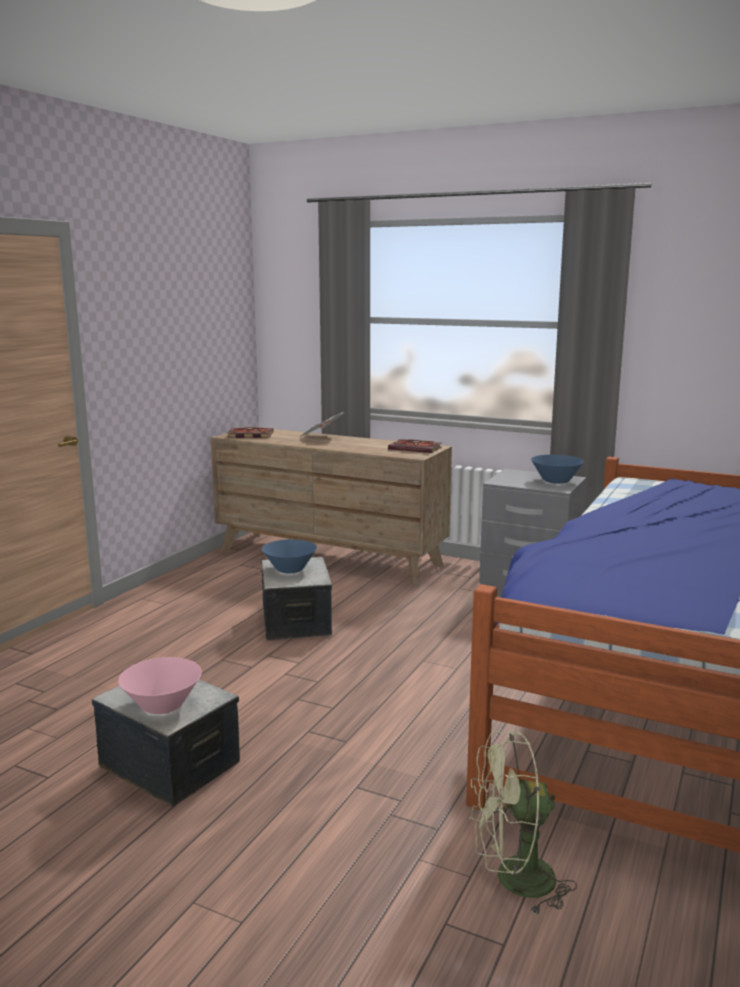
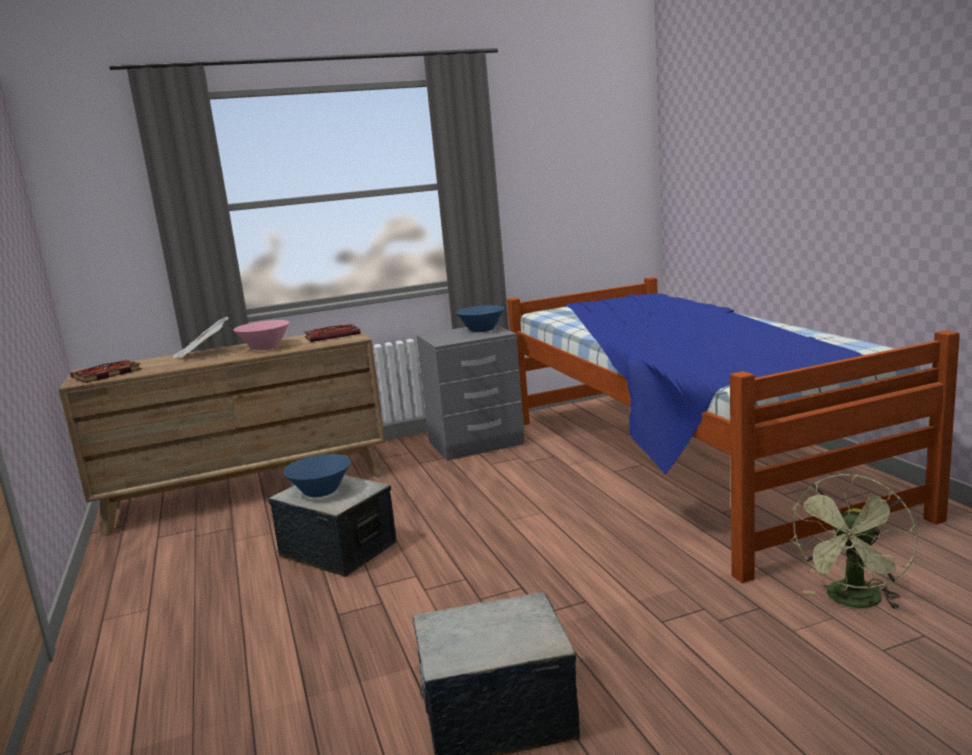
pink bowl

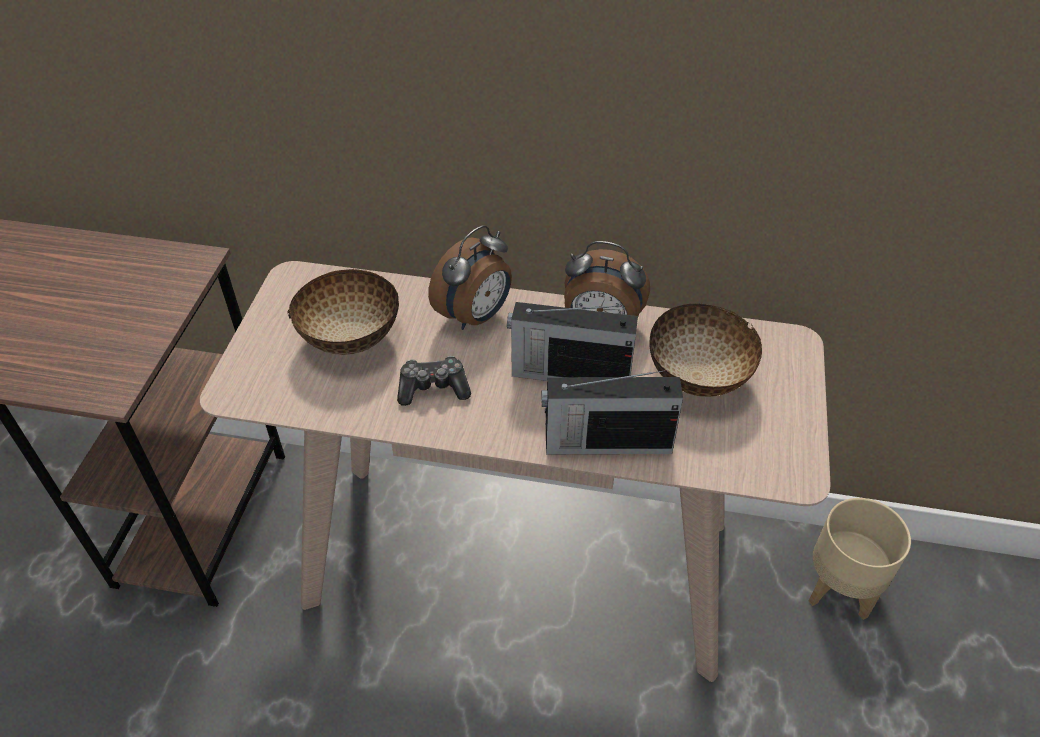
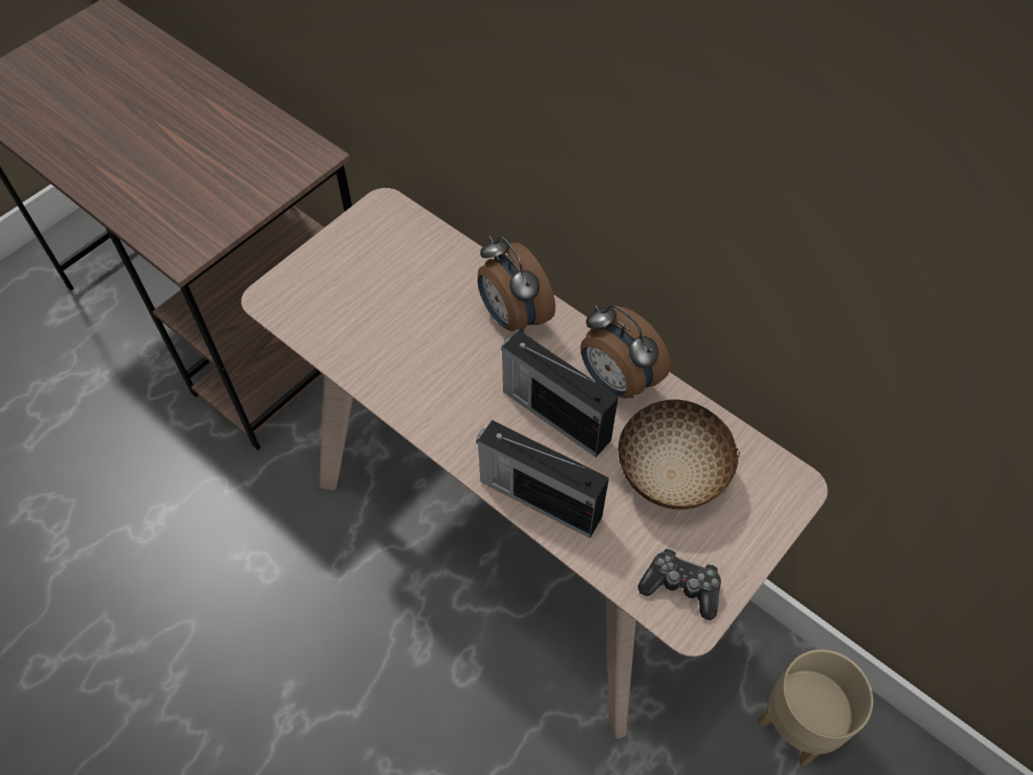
bowl (1st from left in the first image)
game controller
alarm clock (1st from left)

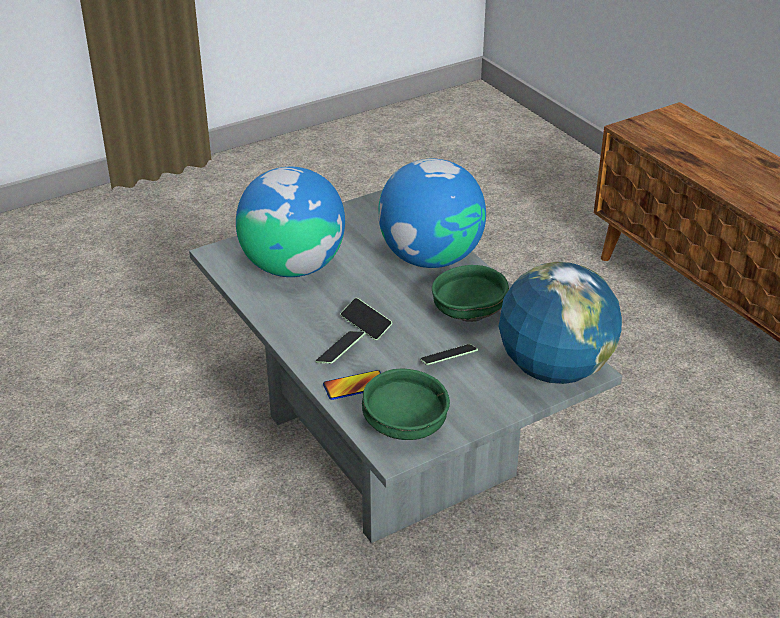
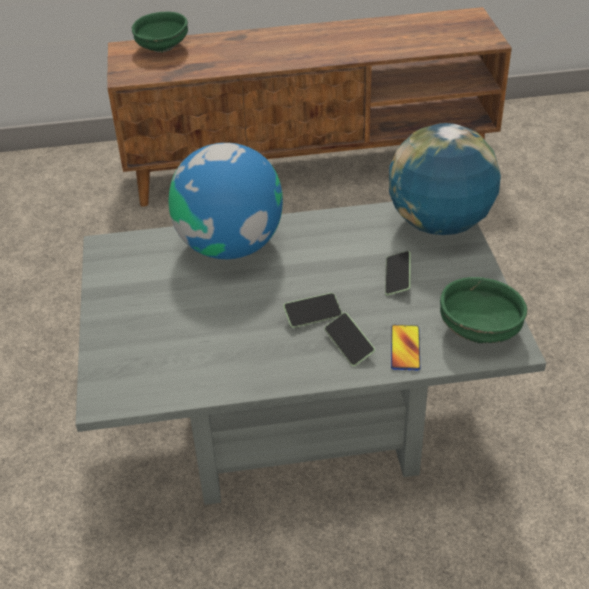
globe (1st from left in the first image)
green bowl (1st from left)

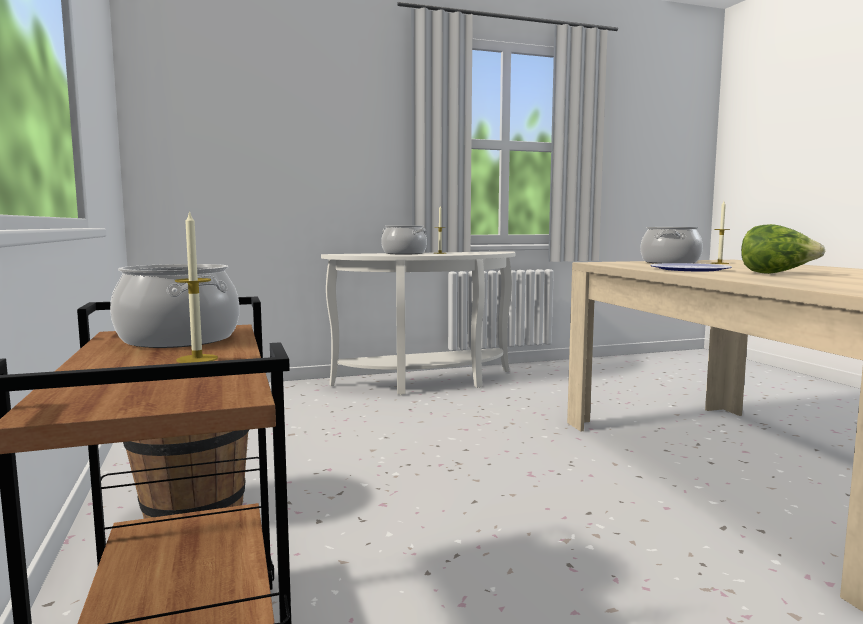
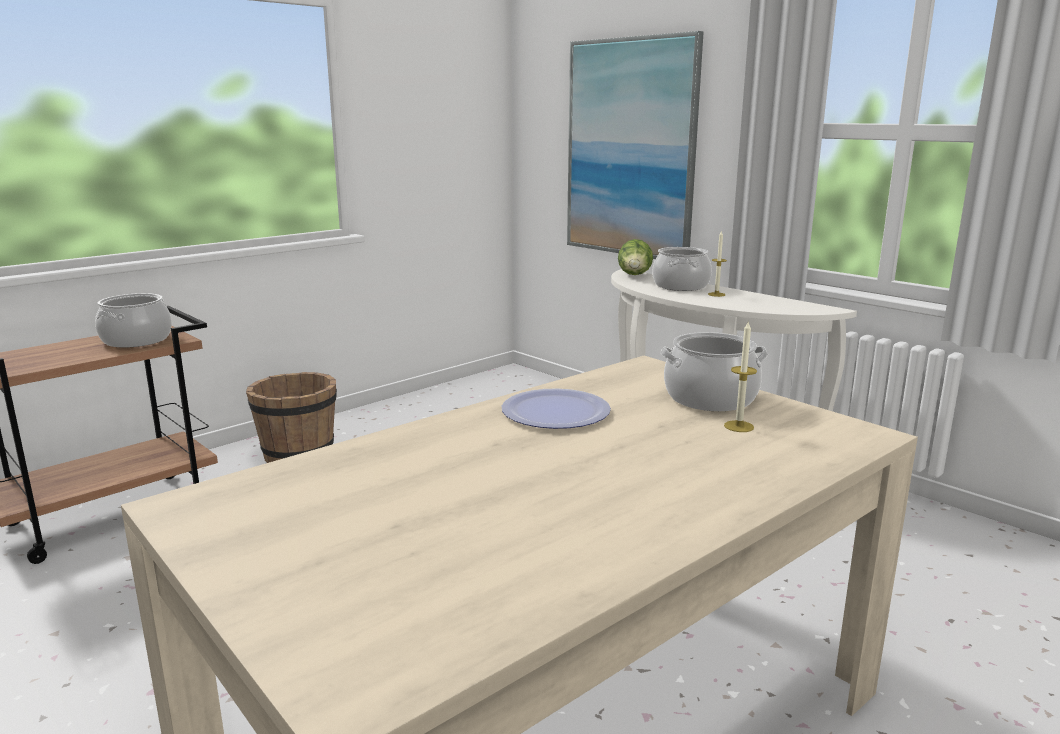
candle (1st from left in the first image)
lettuce
picture

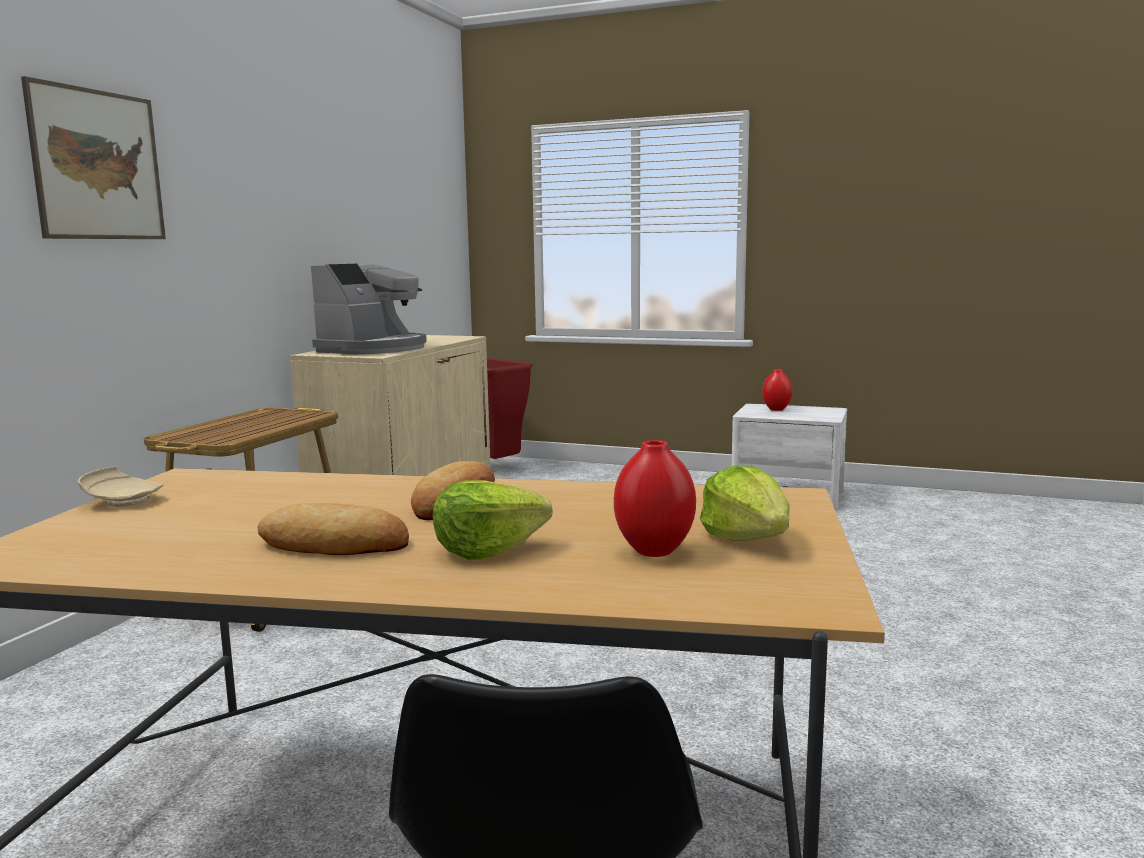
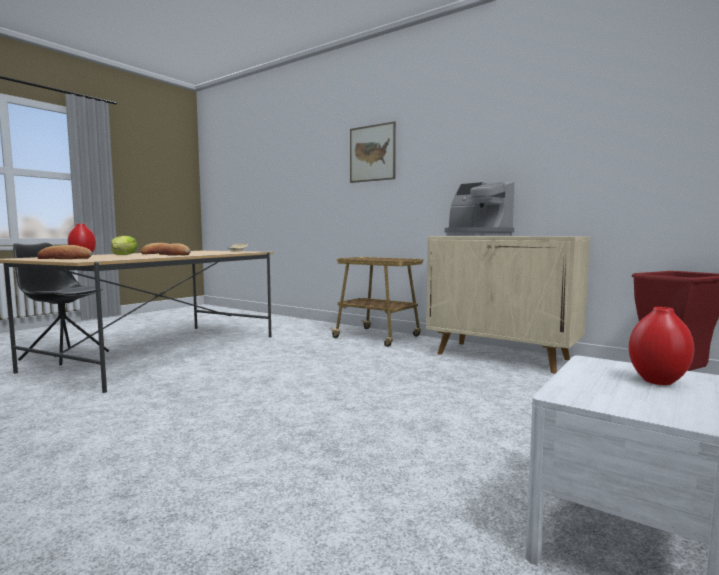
bread (1st from left)

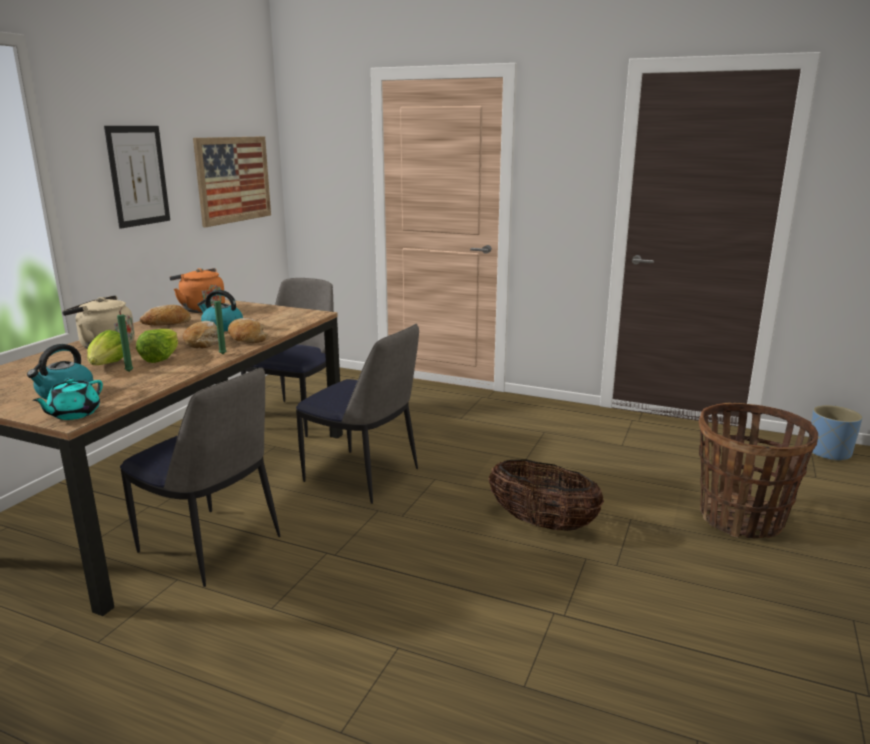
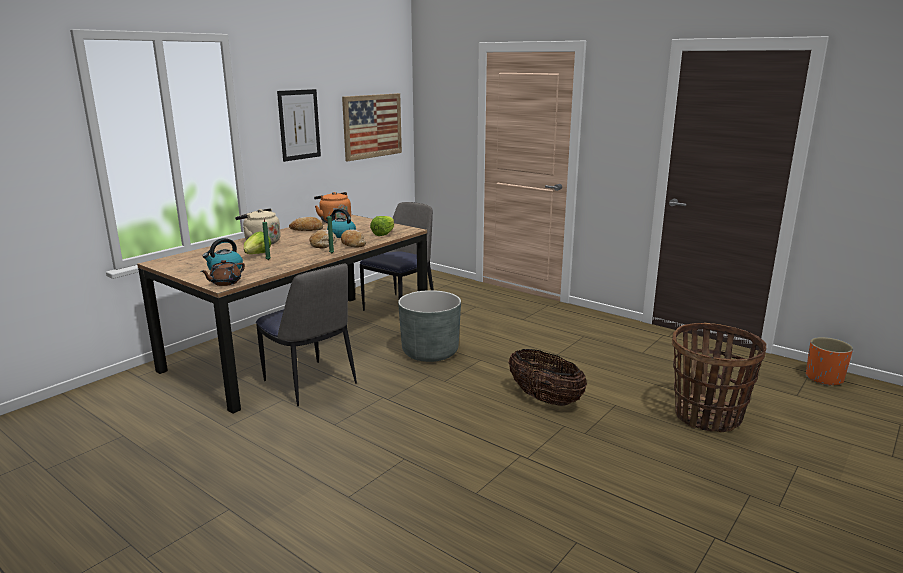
brown teapot
lettuce (2nd from left)
grey planter
orange planter

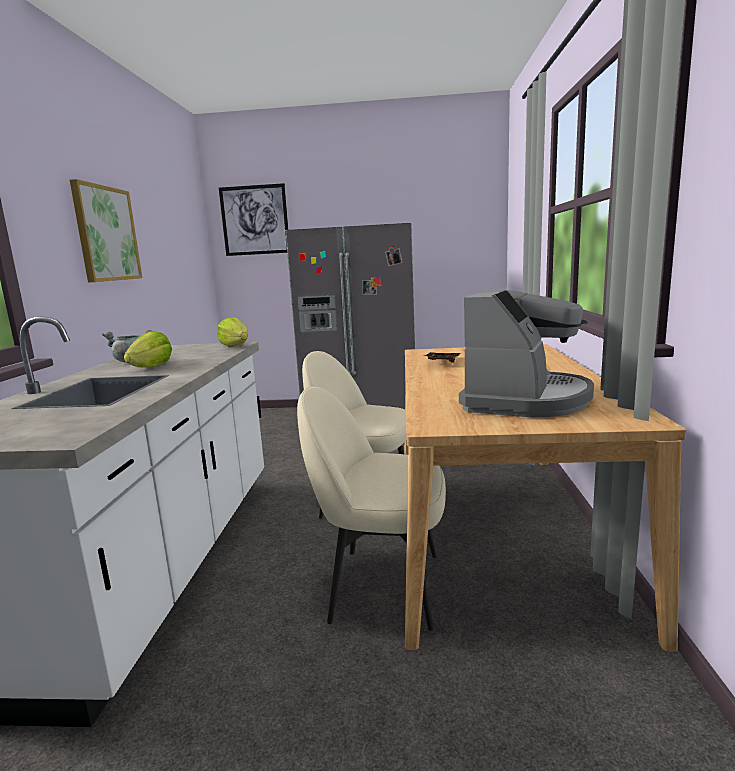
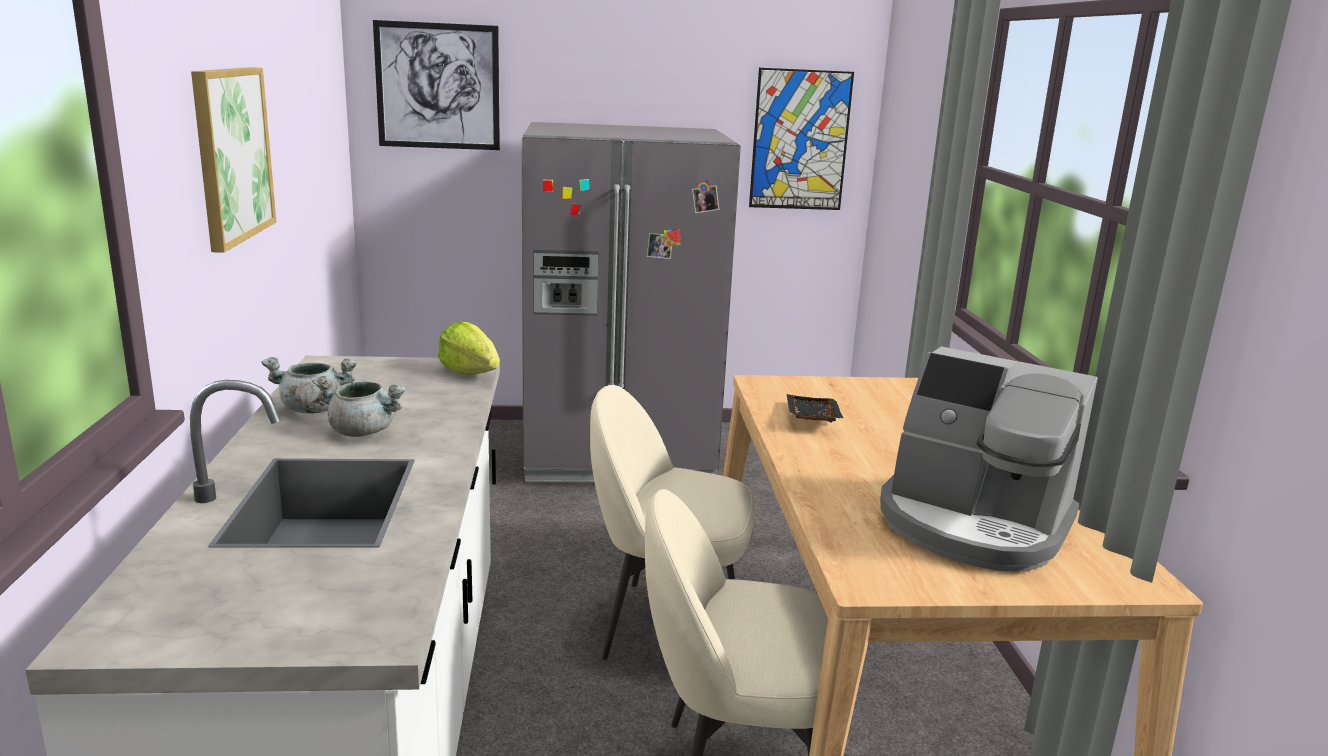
grey cooking pot (2nd from left)
coffee machine
picture (3rd from left)

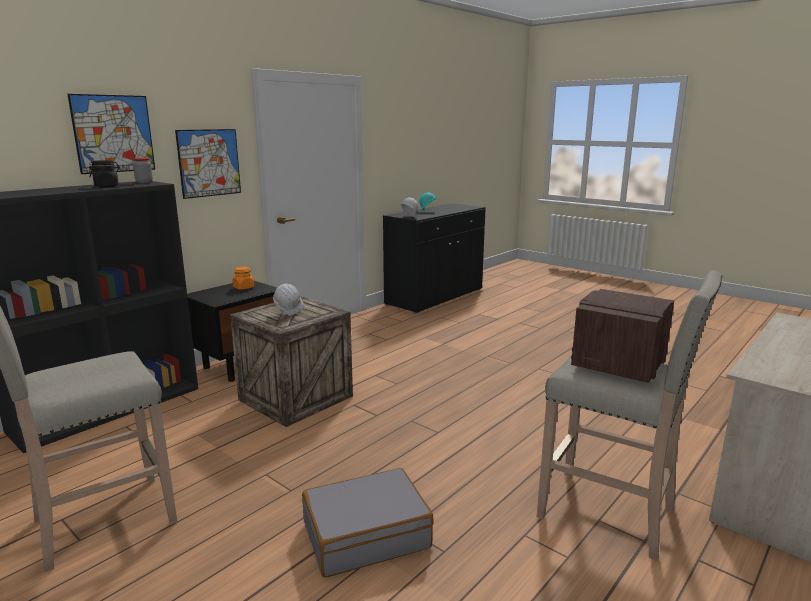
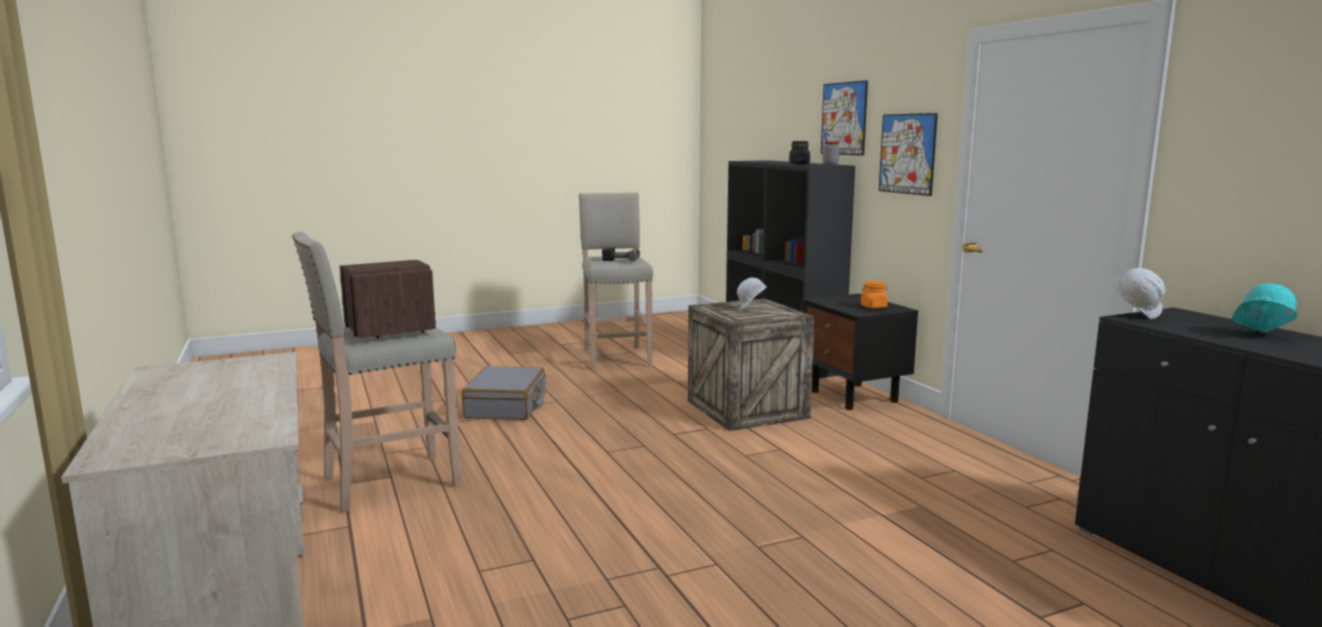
power drill

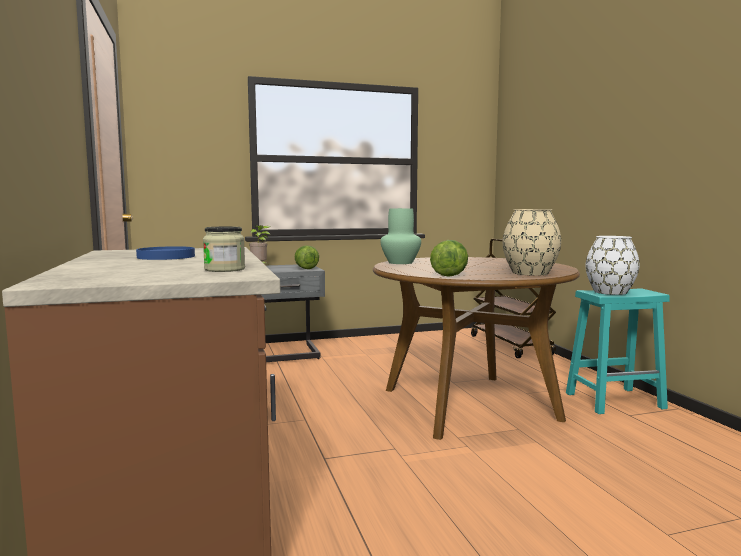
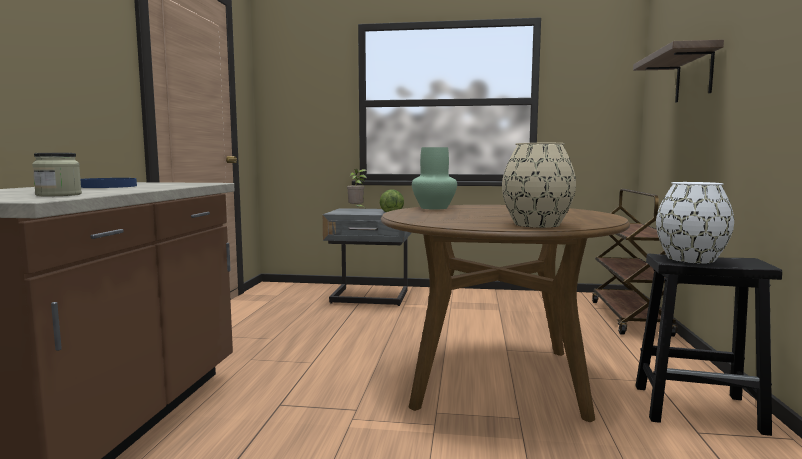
lettuce (2nd from left in the first image)
black stool
shelf

